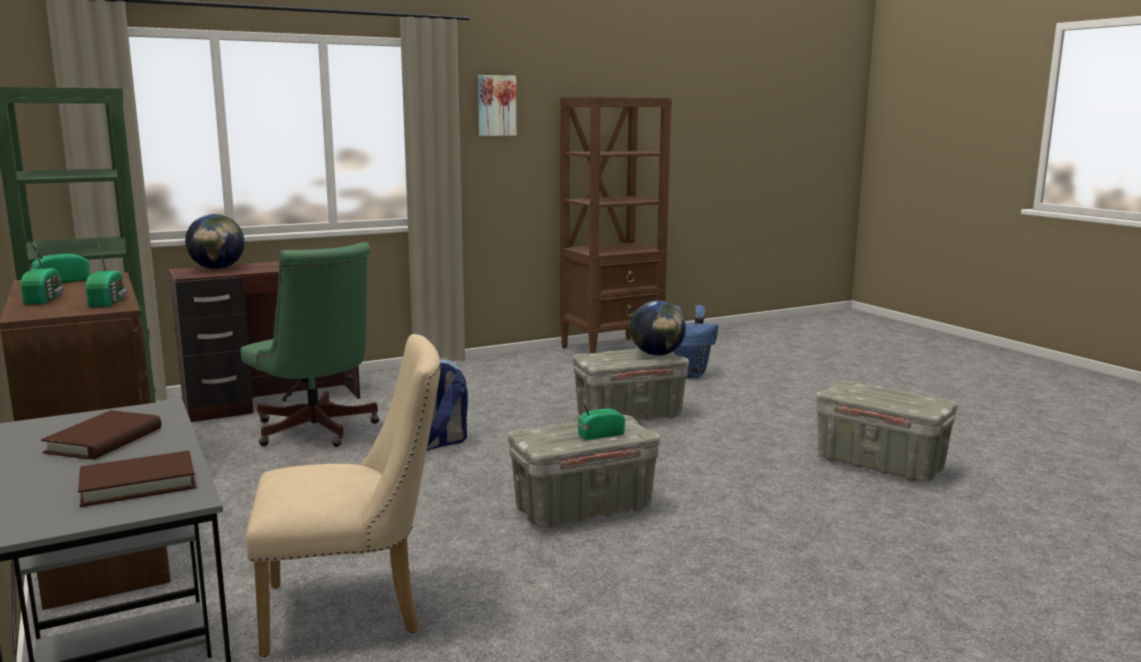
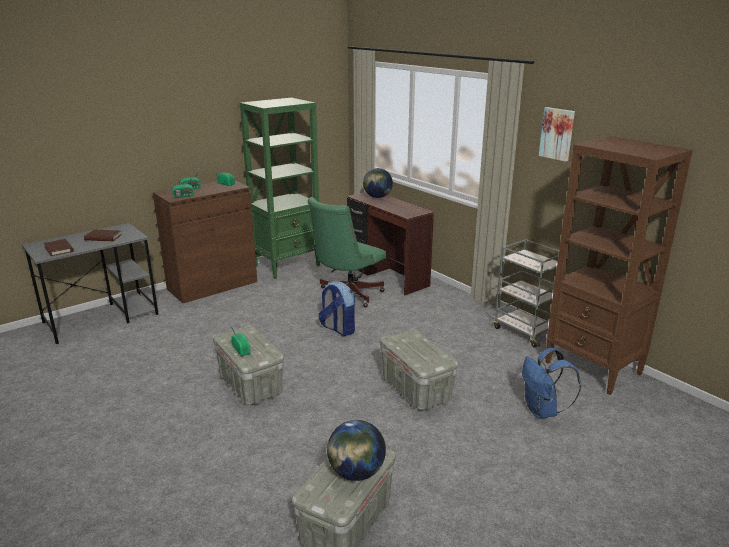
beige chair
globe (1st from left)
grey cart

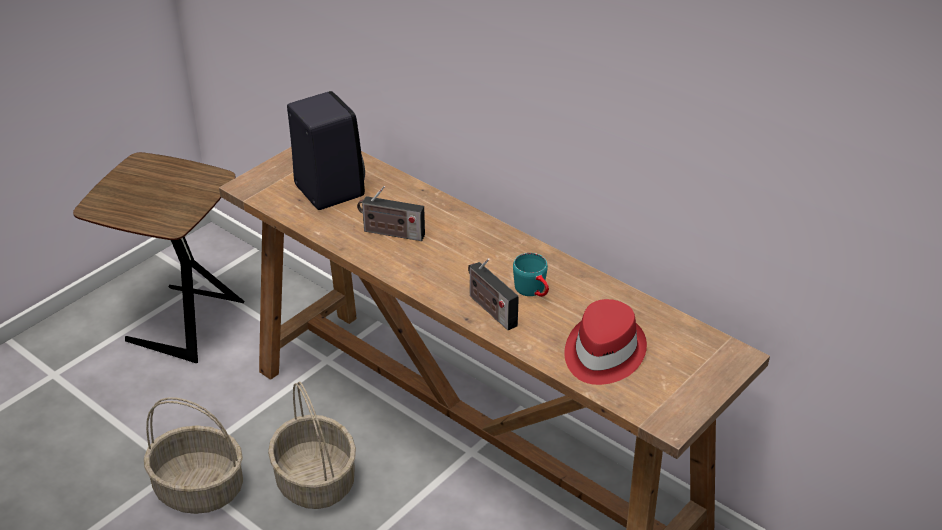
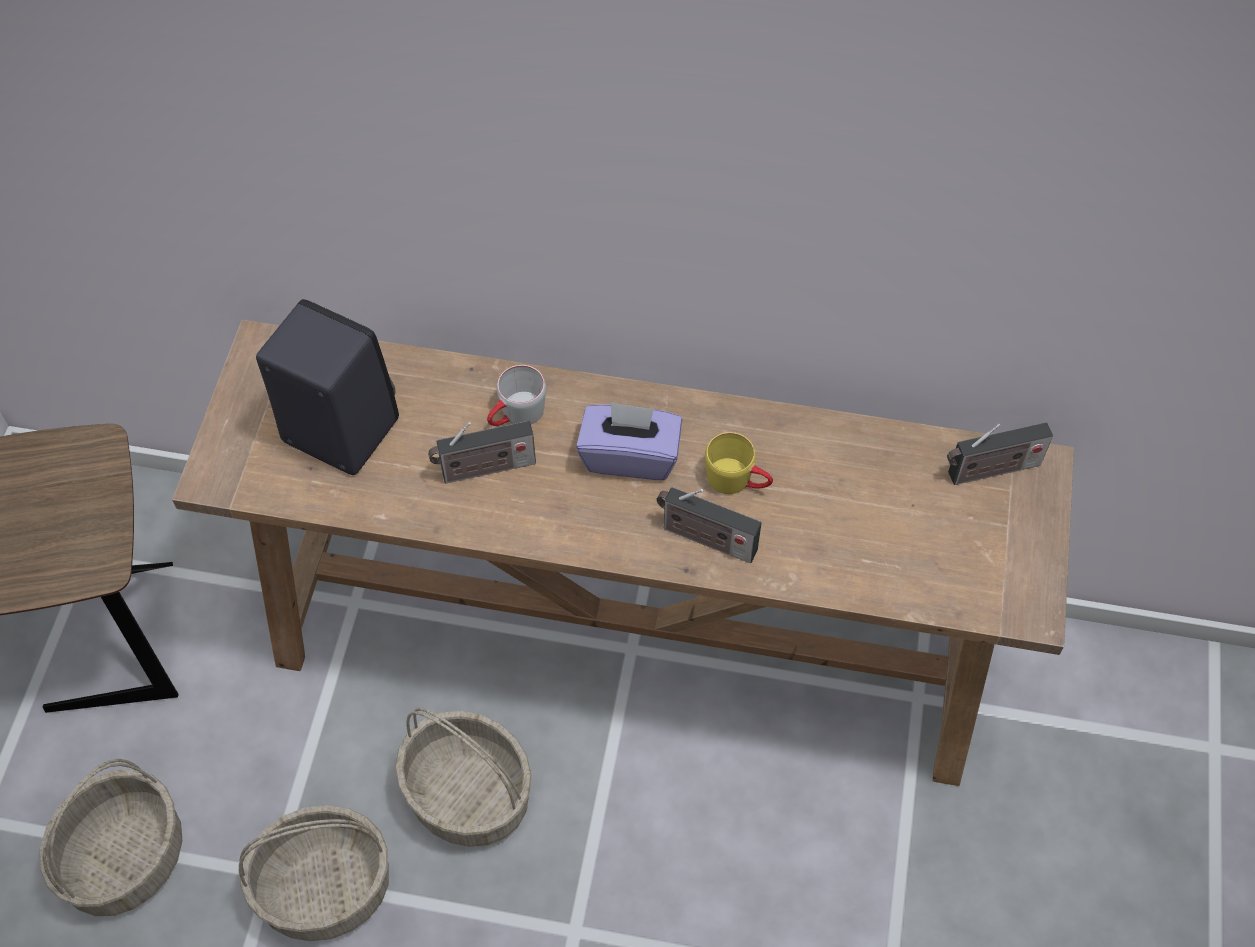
yellow mug
red hat
basket (1st from left)
grey mug
purple tissue box
radio (3rd from left)

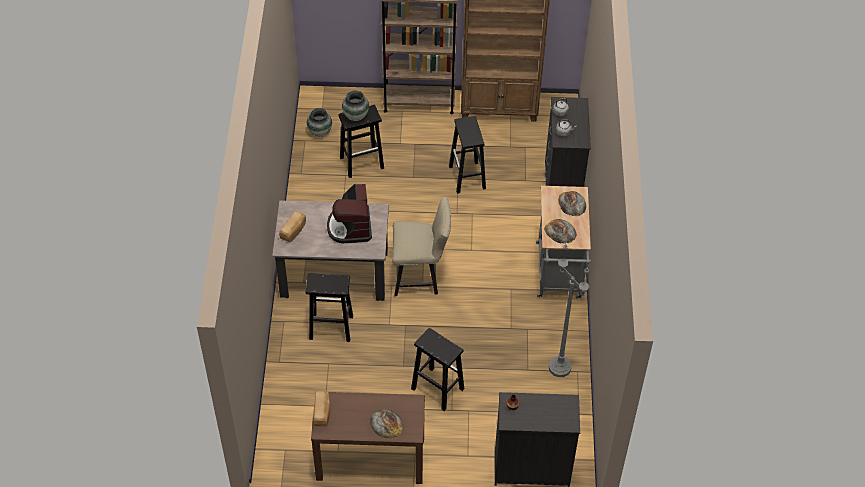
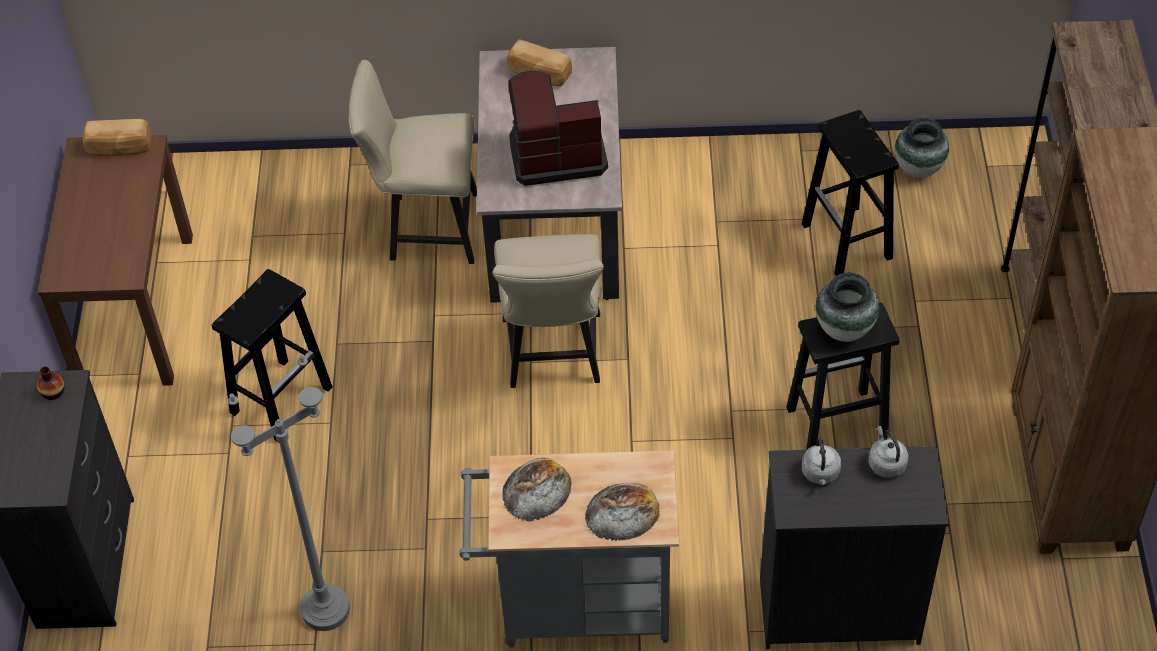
beige chair (1st from left)
vase (2nd from left)
bread (3rd from left in the first image)

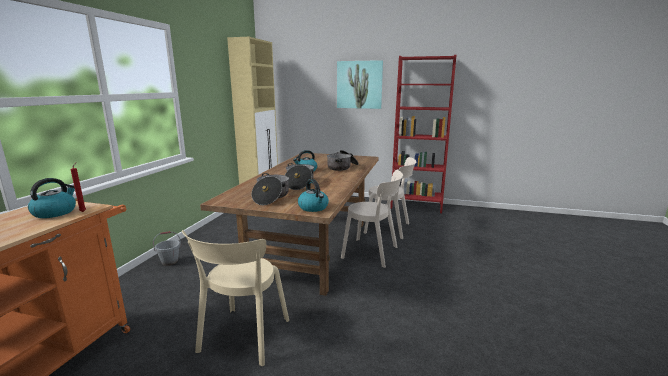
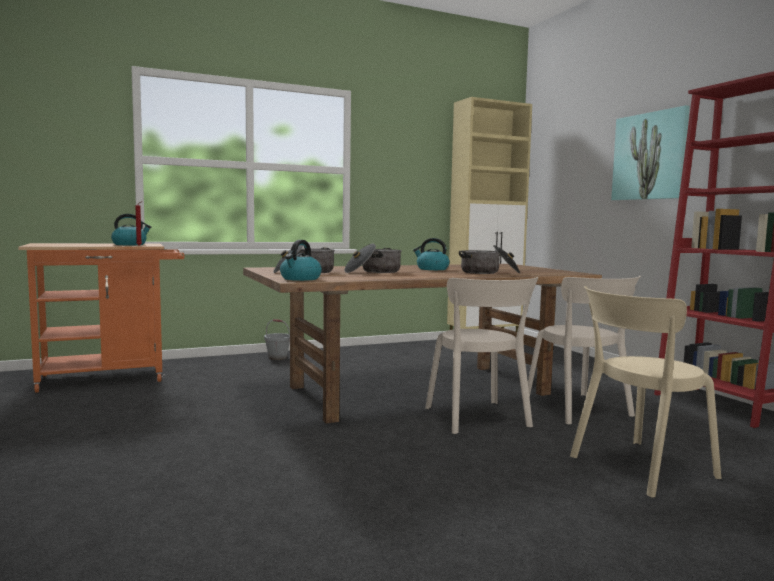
beige chair (3rd from left)

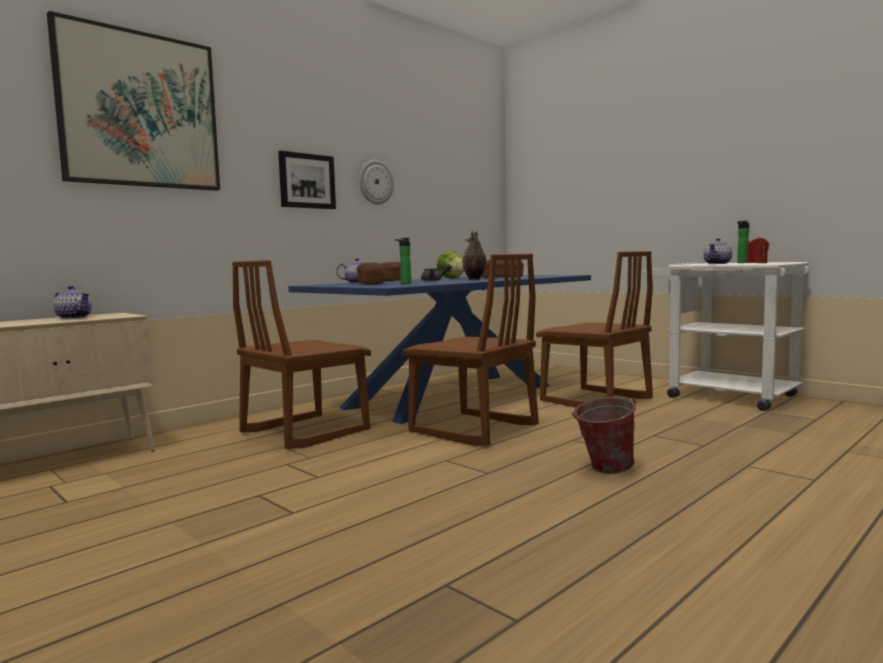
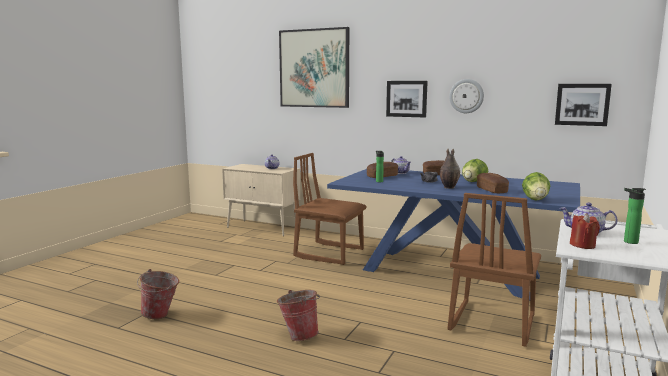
brown chair (2nd from left in the first image)
bucket (1st from left)
lettuce (2nd from left)
picture (3rd from left)

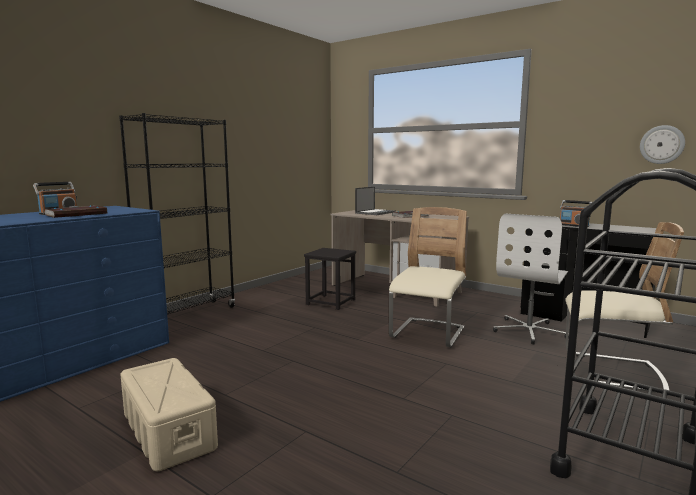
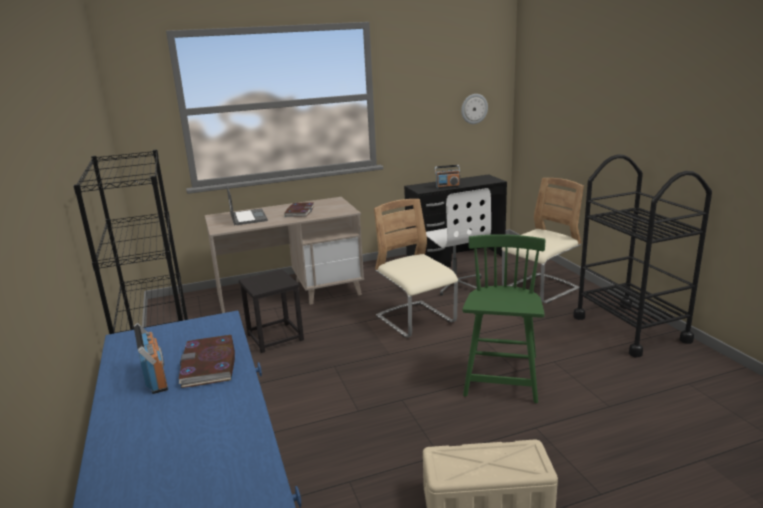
green chair

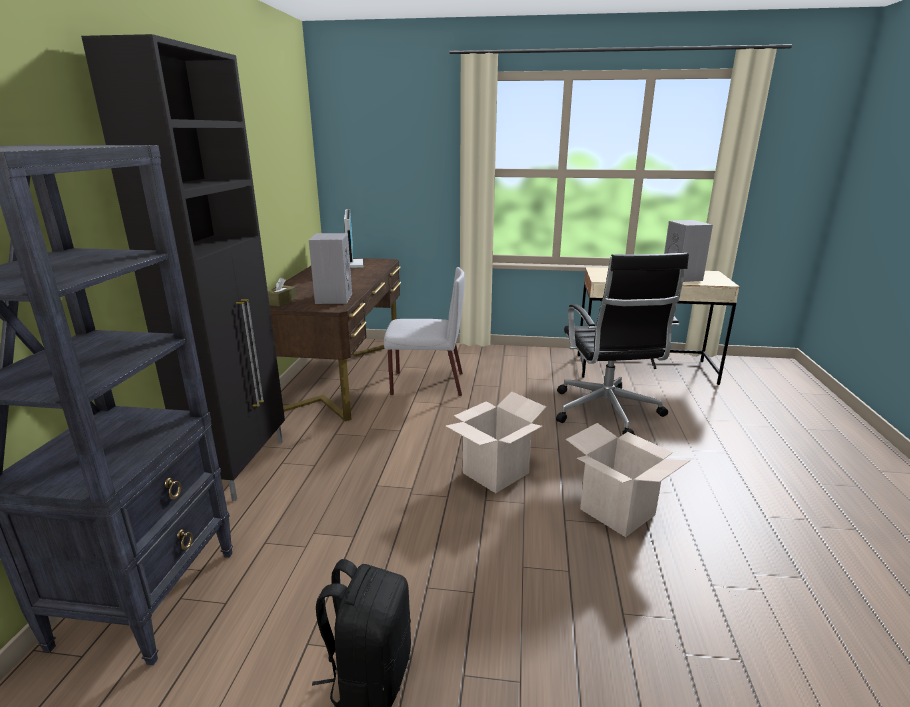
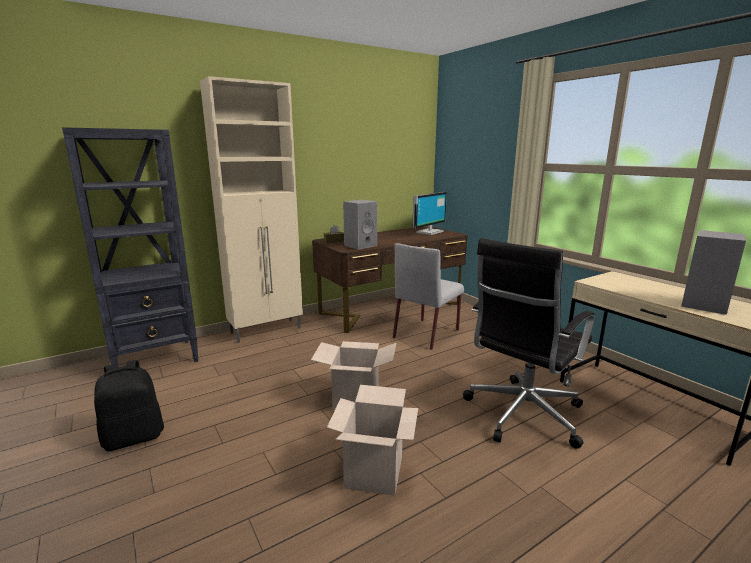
beige cabinet
grey chair

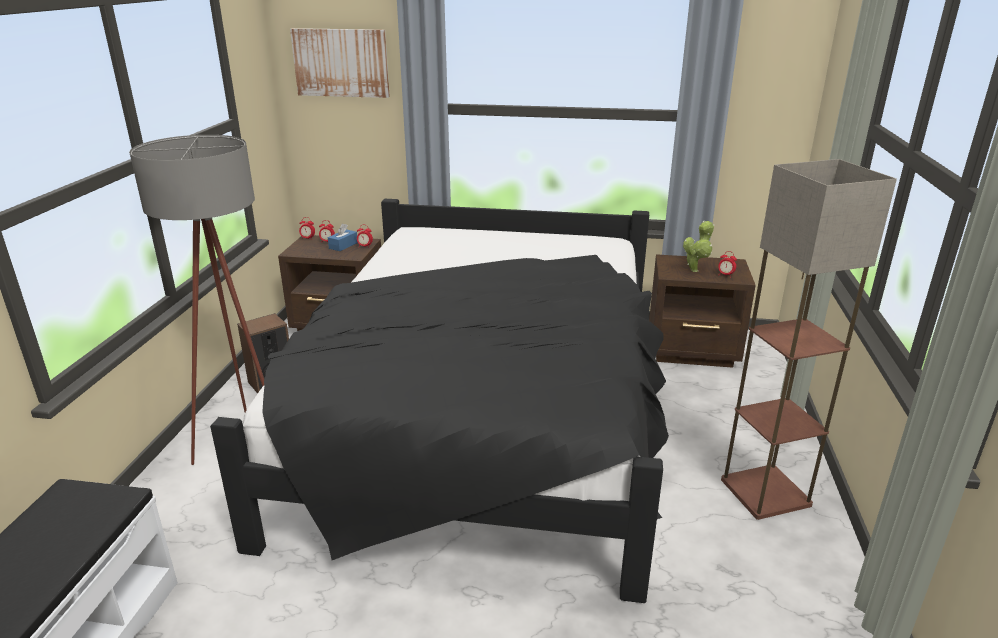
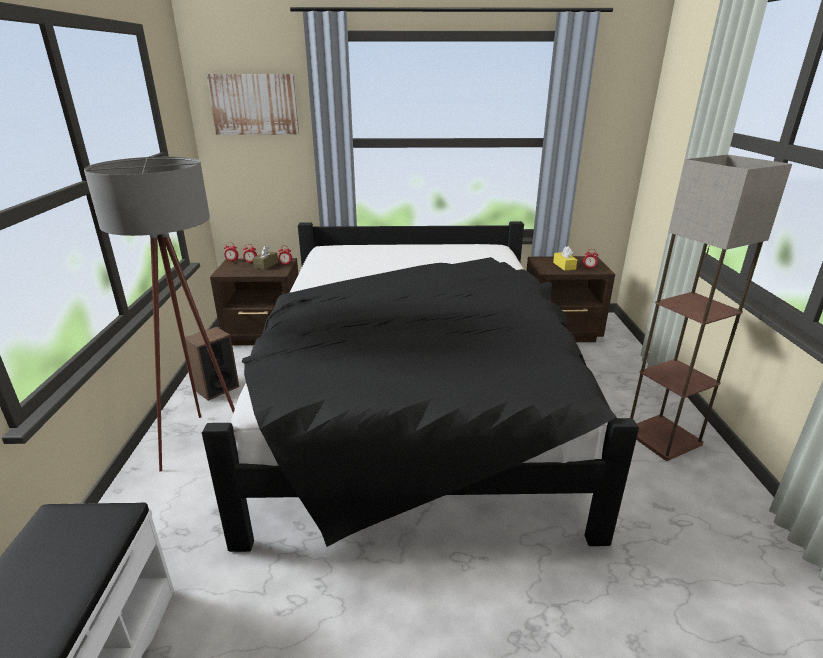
brown tissue box
yellow tissue box

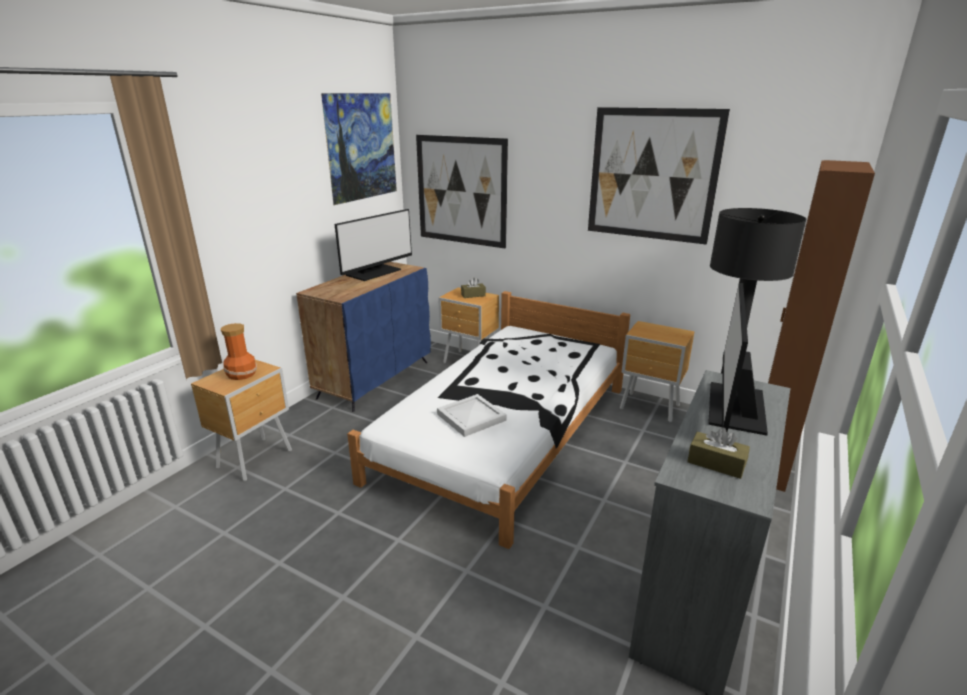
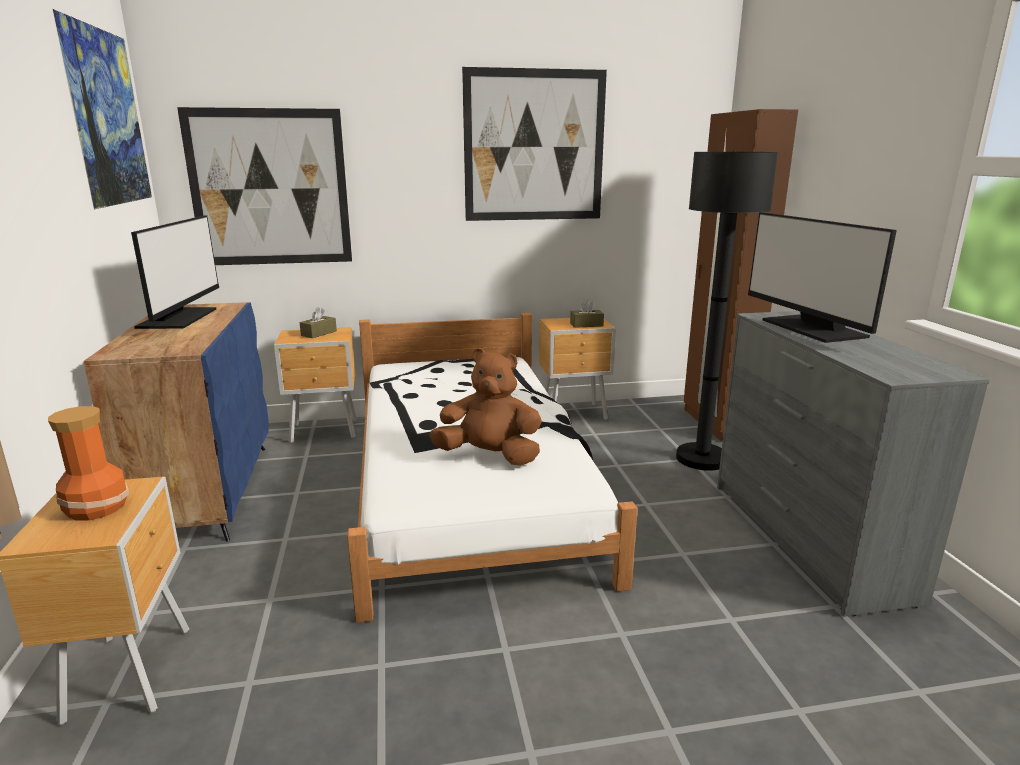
brown plush toy
brown tissue box (2nd from left)

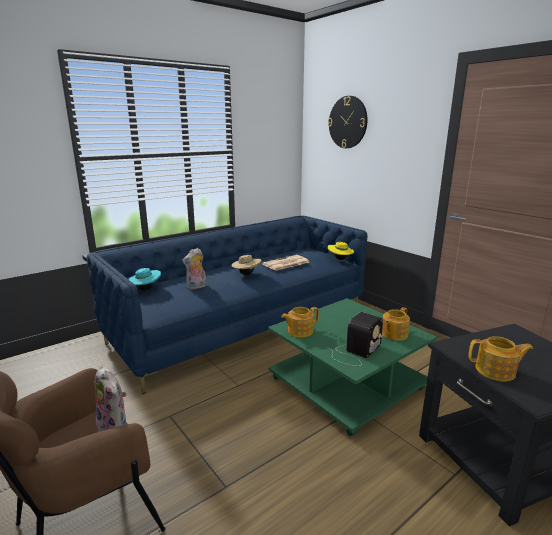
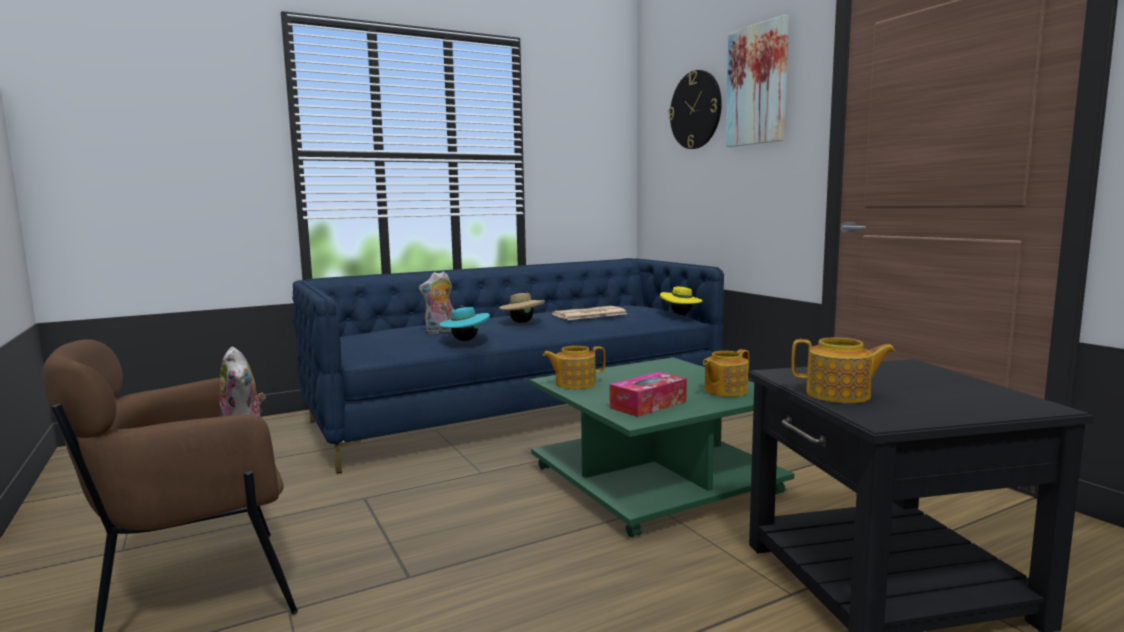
turquoise hat
tissue box
picture

